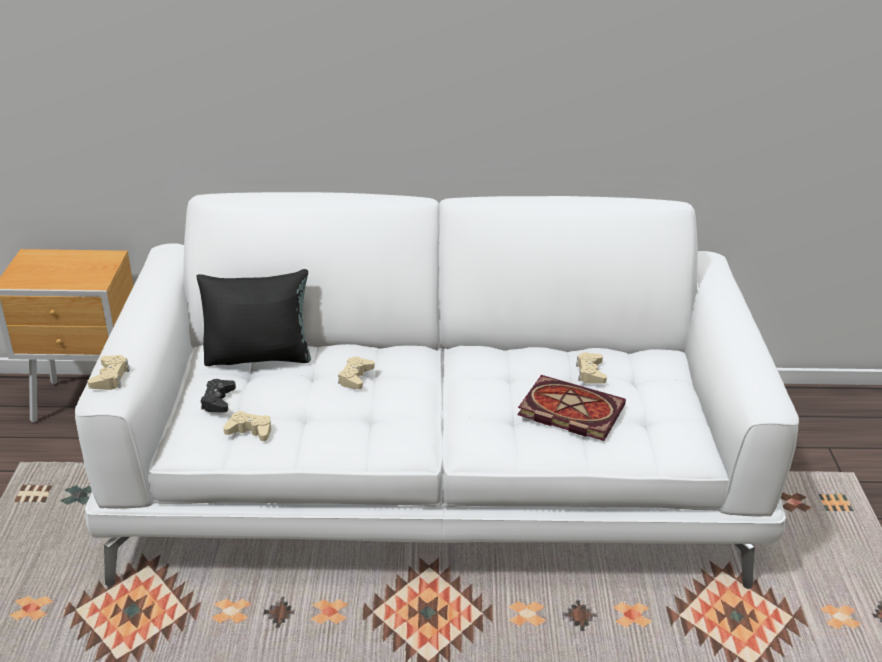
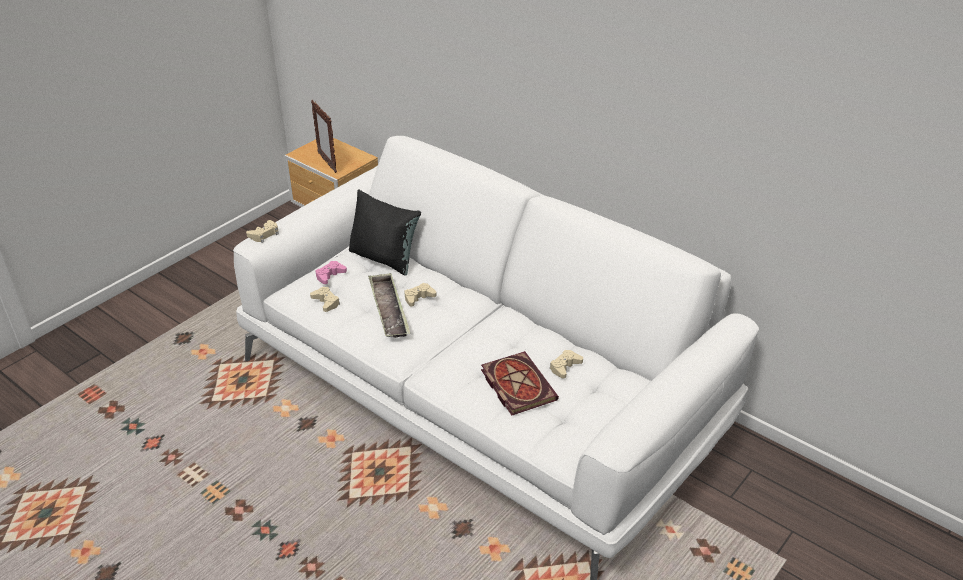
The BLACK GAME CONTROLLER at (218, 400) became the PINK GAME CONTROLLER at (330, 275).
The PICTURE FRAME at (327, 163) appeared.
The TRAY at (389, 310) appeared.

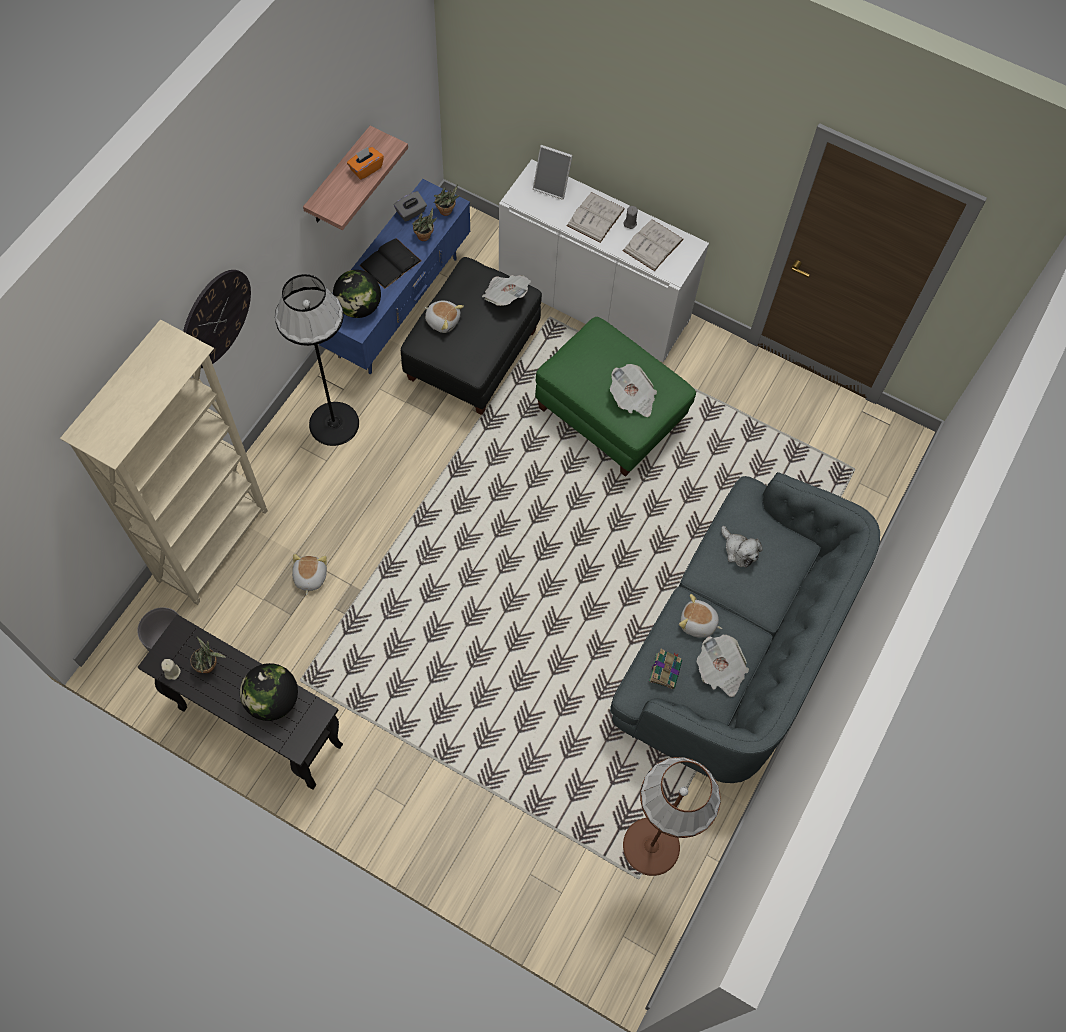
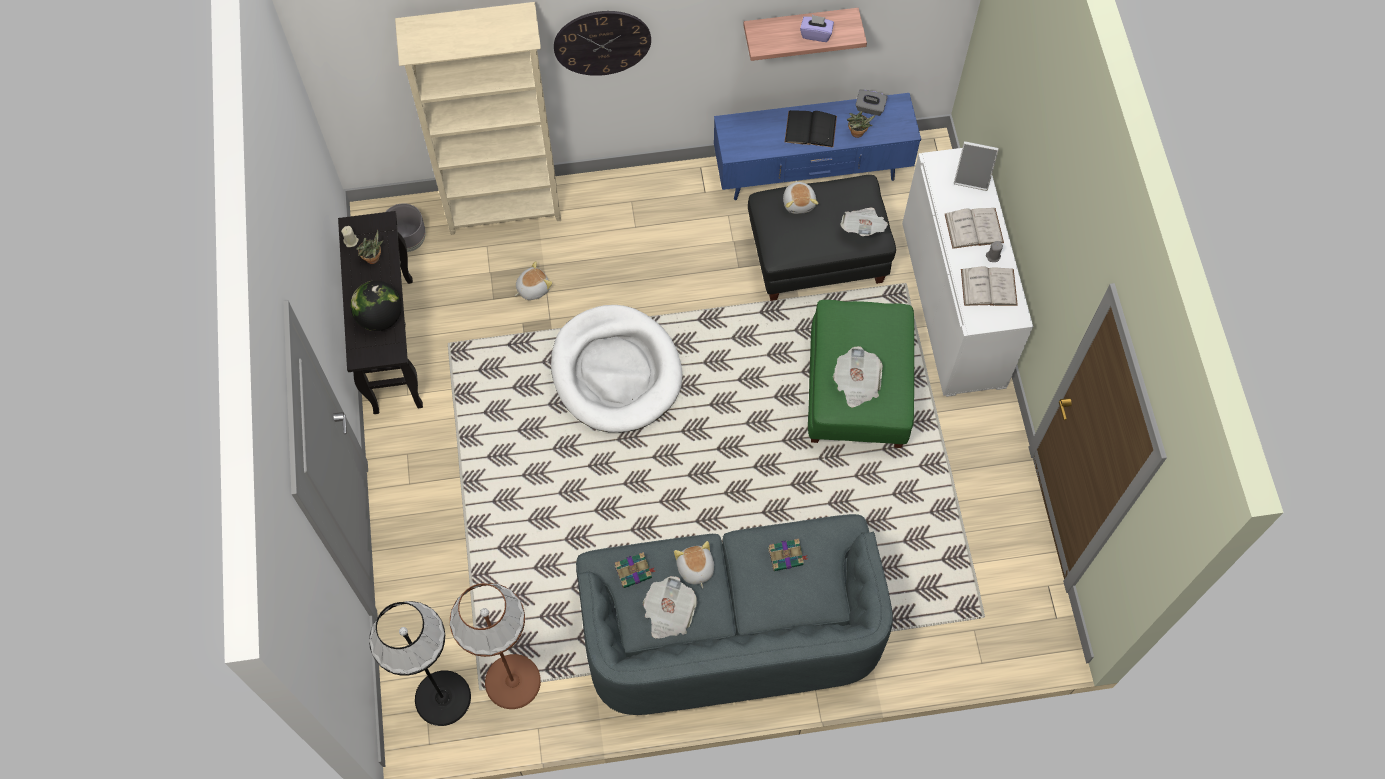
The BLACK FLOOR LAMP moved from (334, 424) to (442, 698).
The GLOBE at (359, 307) disappeared.
The ORANGE TISSUE BOX at (366, 169) became the PURPLE TISSUE BOX at (816, 34).
The POTTED PLANT at (447, 212) disappeared.
The PICTURE FRAME at (552, 186) turned 60 degrees counterclockwise.
The PLUSH TOY at (739, 550) was replaced by the BOOK at (786, 556).
The WHITE DOG BED at (616, 371) appeared.

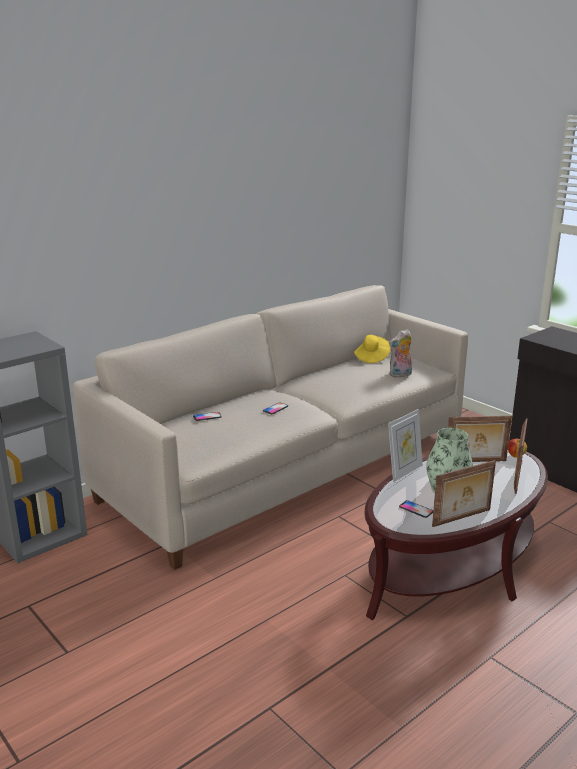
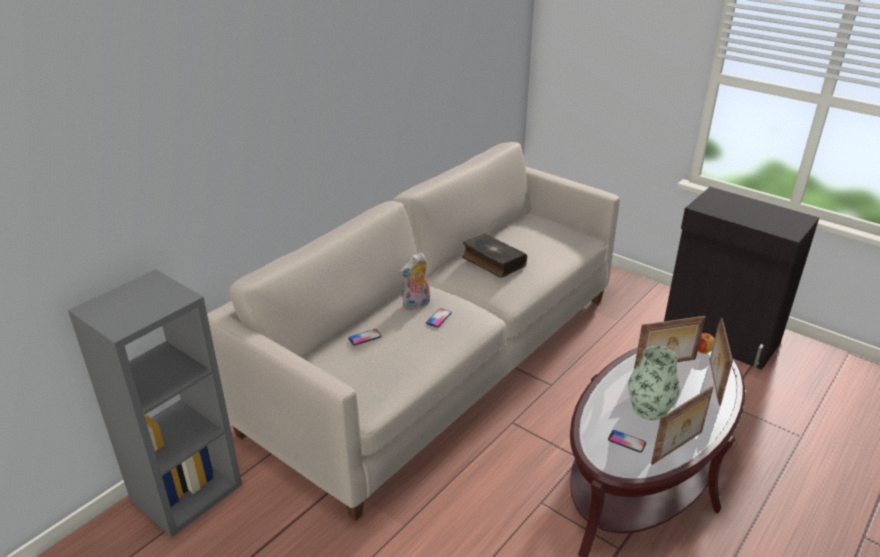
The YELLOW HAT at (370, 357) disappeared.
The PICTURE FRAME at (404, 471) disappeared.
The PLUSH TOY moved from (400, 375) to (416, 304).
The BOOK at (492, 262) appeared.

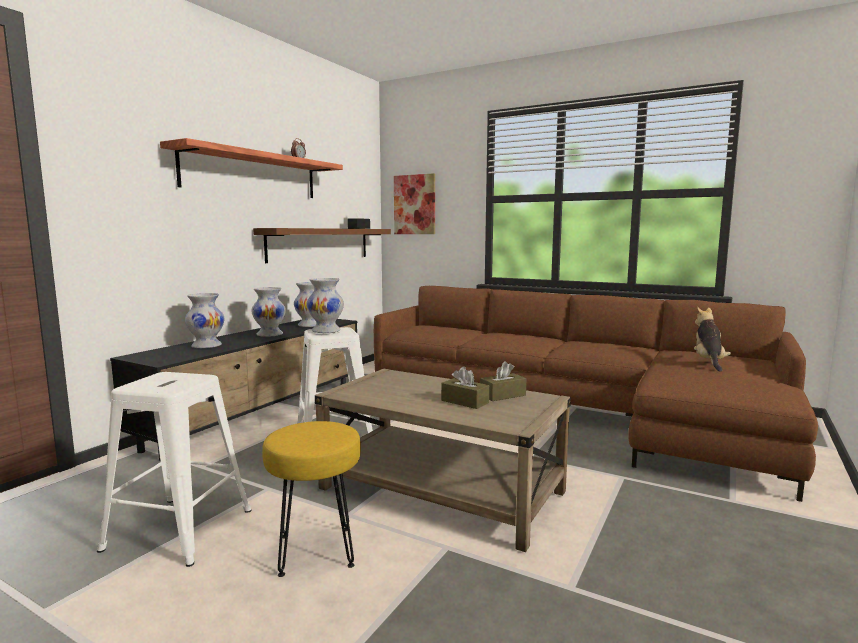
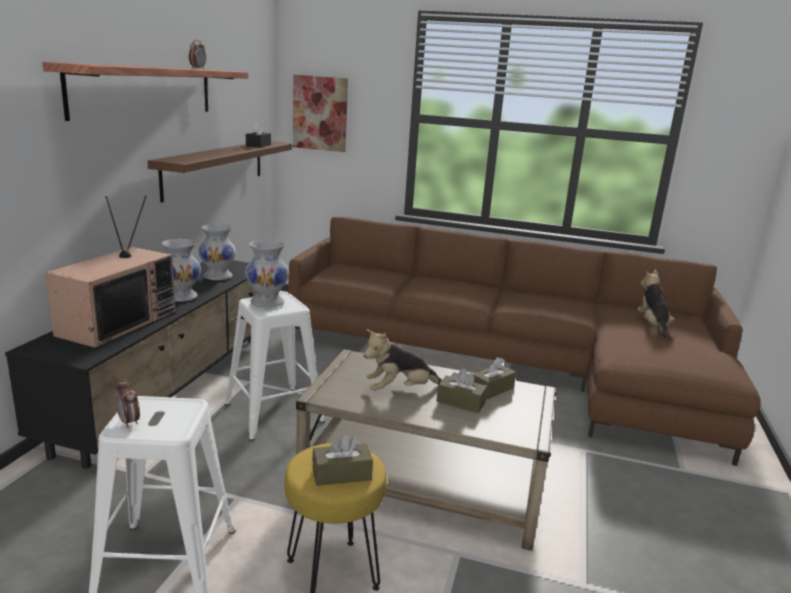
The WHITE VASE at (206, 346) was replaced by the TELEVISION at (117, 323).
The ALARM CLOCK at (129, 422) appeared.
The BROWN TISSUE BOX at (341, 474) appeared.
The PLUSH TOY at (399, 390) appeared.

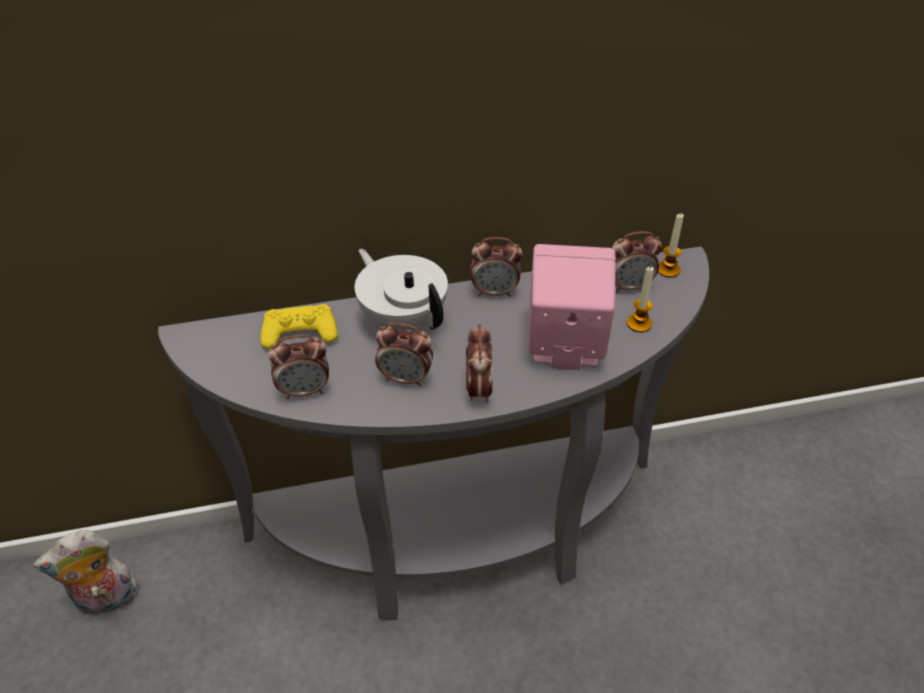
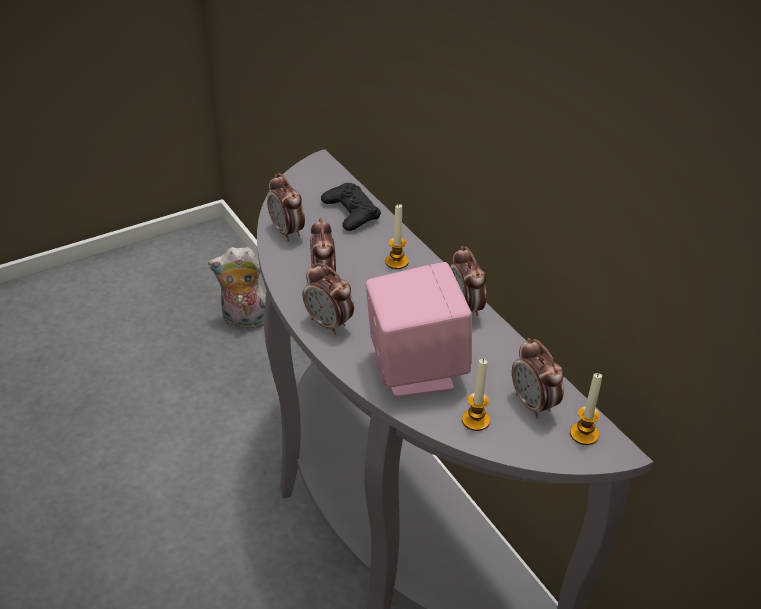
The PLUSH TOY at (106, 601) turned 45 degrees counterclockwise.
The YELLOW GAME CONTROLLER at (300, 332) became the BLACK GAME CONTROLLER at (350, 212).
The WHITE TEAPOT at (403, 318) was replaced by the CANDLE at (396, 262).
The ALARM CLOCK at (478, 389) turned 60 degrees clockwise.

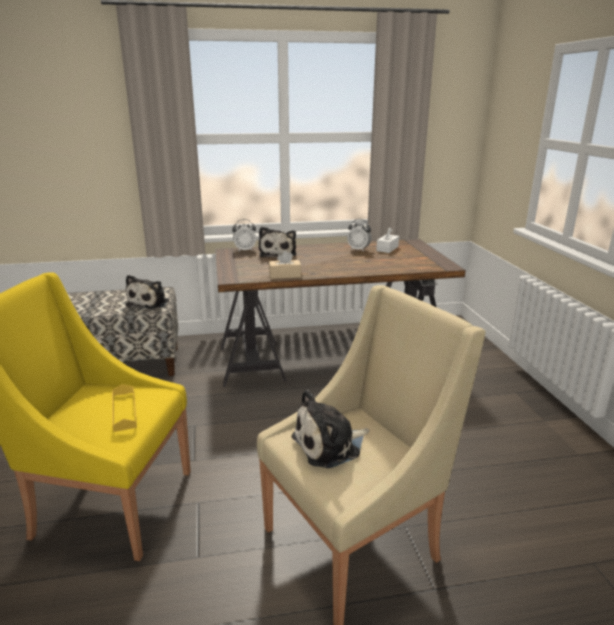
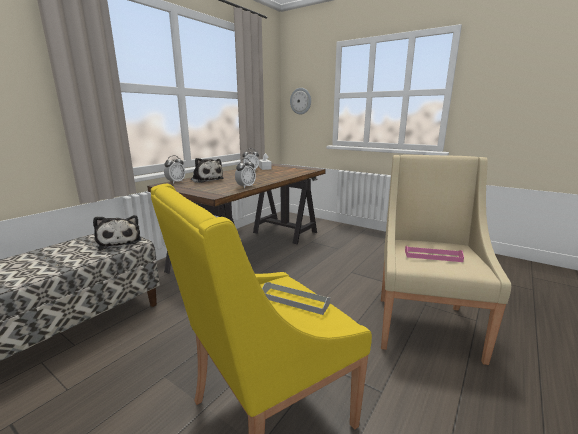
The YELLOW TRAY at (124, 410) became the GREY TRAY at (294, 300).
The BEIGE TISSUE BOX at (285, 275) was replaced by the ALARM CLOCK at (245, 187).
The PLUSH TOY at (330, 445) was replaced by the PINK TRAY at (432, 256).
The WALL CLOCK at (300, 101) appeared.

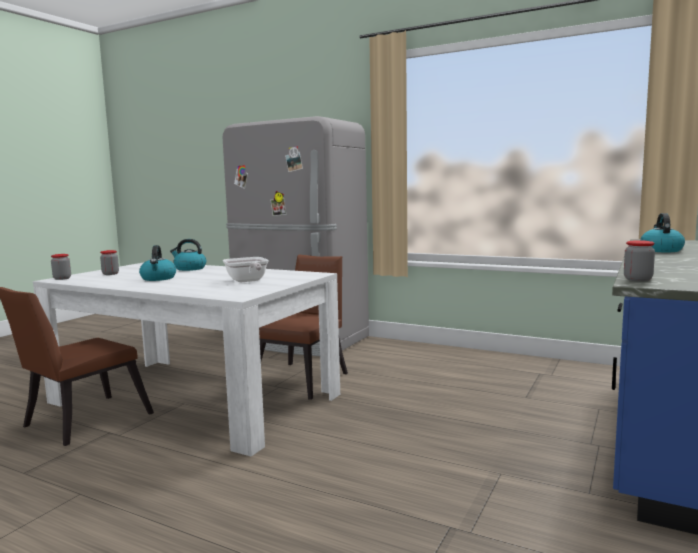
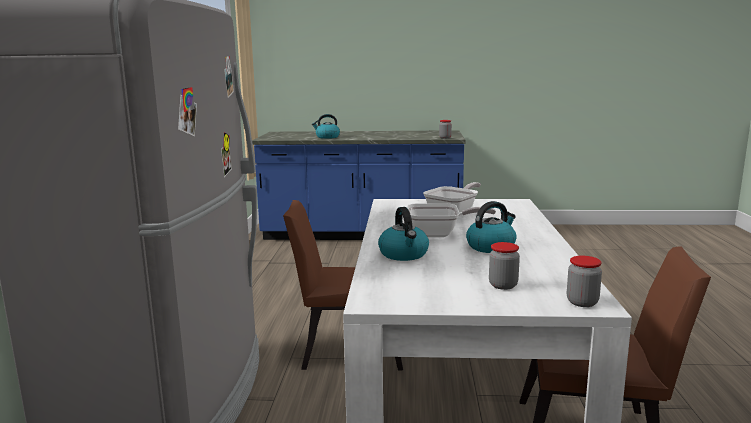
The FRYING PAN at (439, 234) appeared.

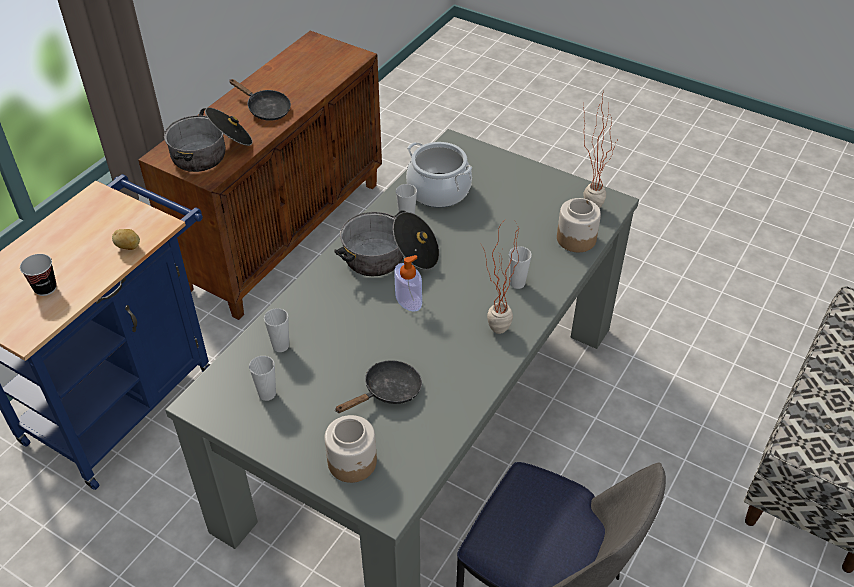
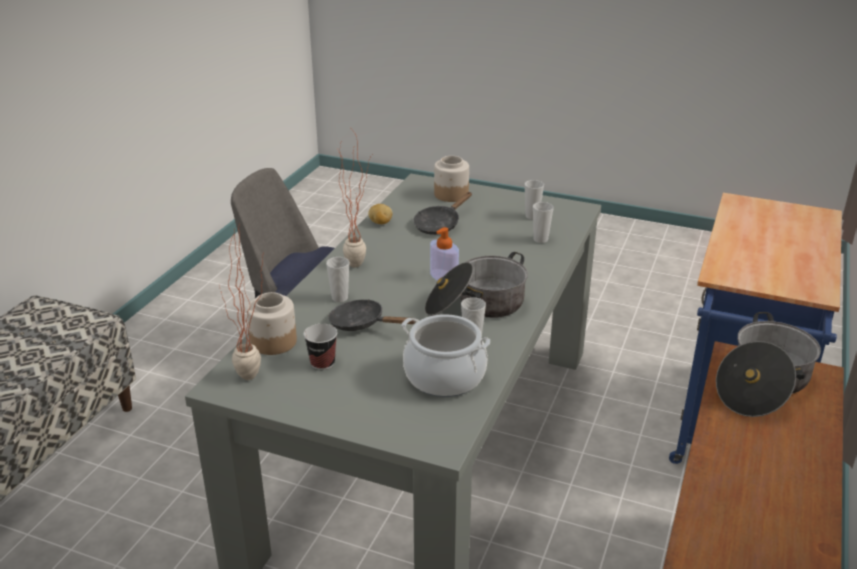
The CUP moved from (45, 288) to (322, 363).
The POTATO moved from (129, 247) to (380, 223).
The BLACK FRYING PAN moved from (265, 109) to (362, 324).

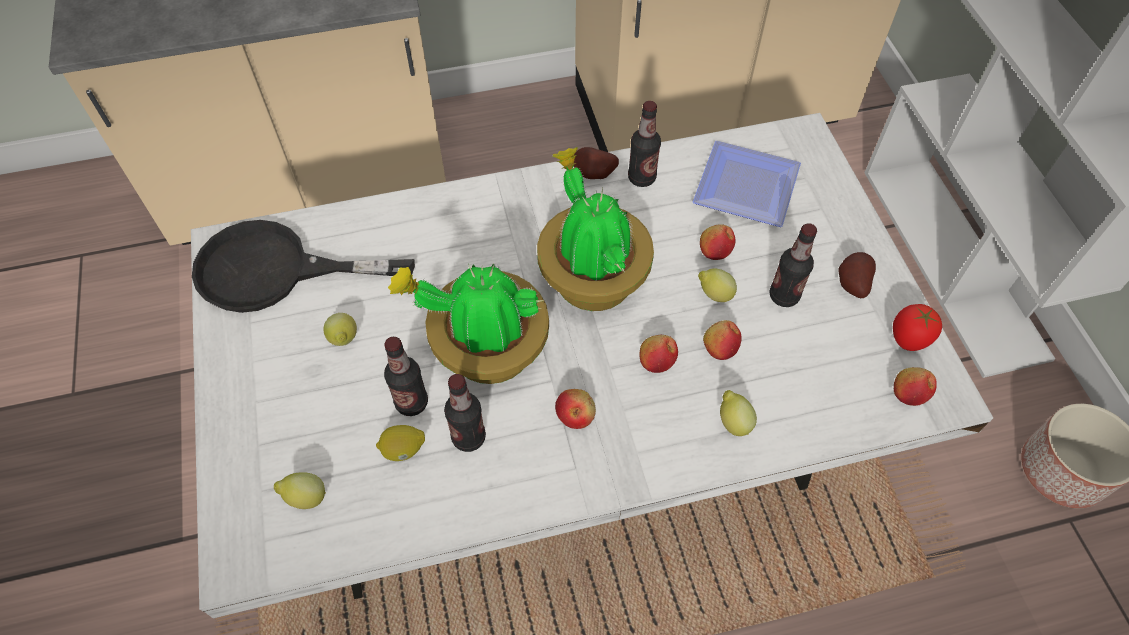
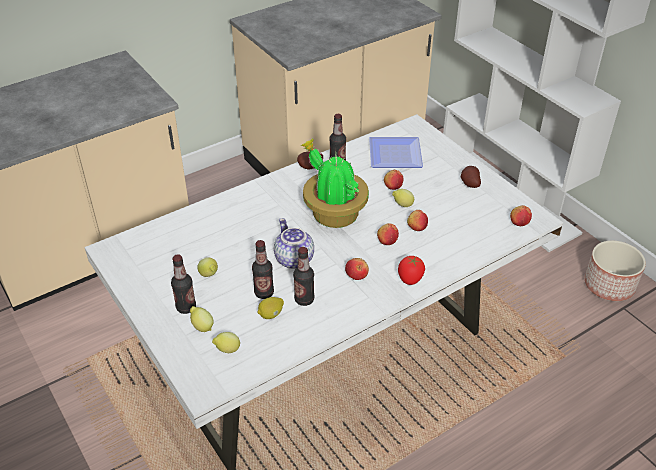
The BLACK FRYING PAN at (275, 271) disappeared.
The POTTED PLANT at (486, 351) was replaced by the TEAPOT at (293, 259).
The LEMON moved from (733, 422) to (202, 327).
The BOTTLE moved from (784, 296) to (186, 307).
The TOMATO moved from (908, 339) to (410, 279).

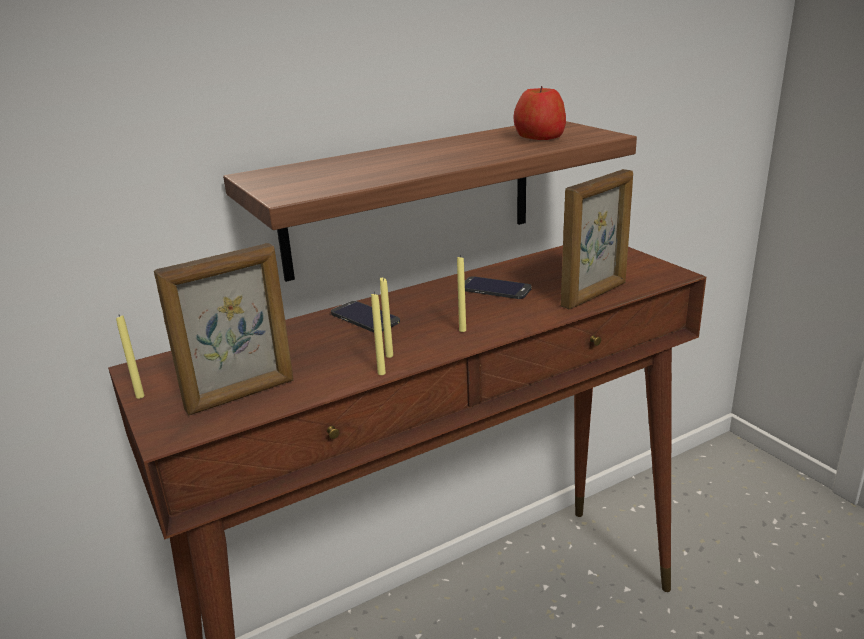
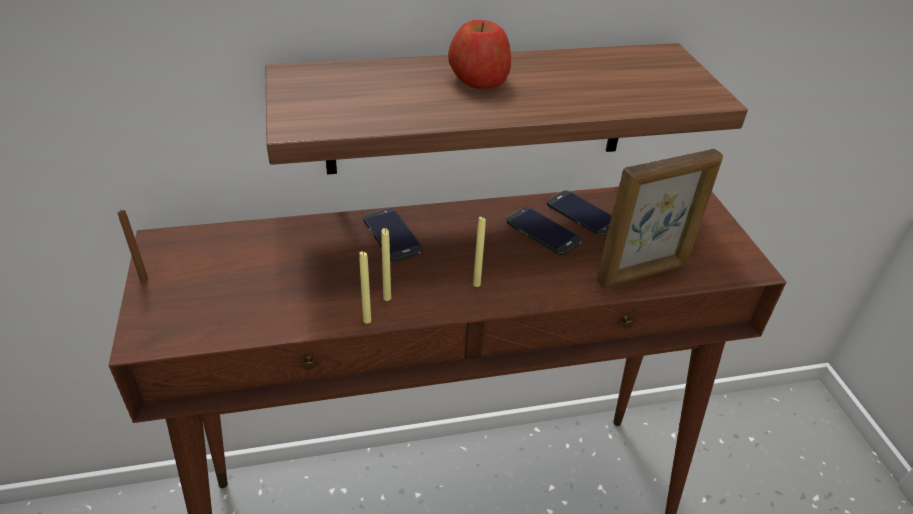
The YELLOW CANDLE at (140, 396) became the BROWN CANDLE at (144, 279).
The PICTURE FRAME at (241, 395) disappeared.
The APPLE moved from (539, 138) to (478, 80).
The PHONE at (582, 213) appeared.

